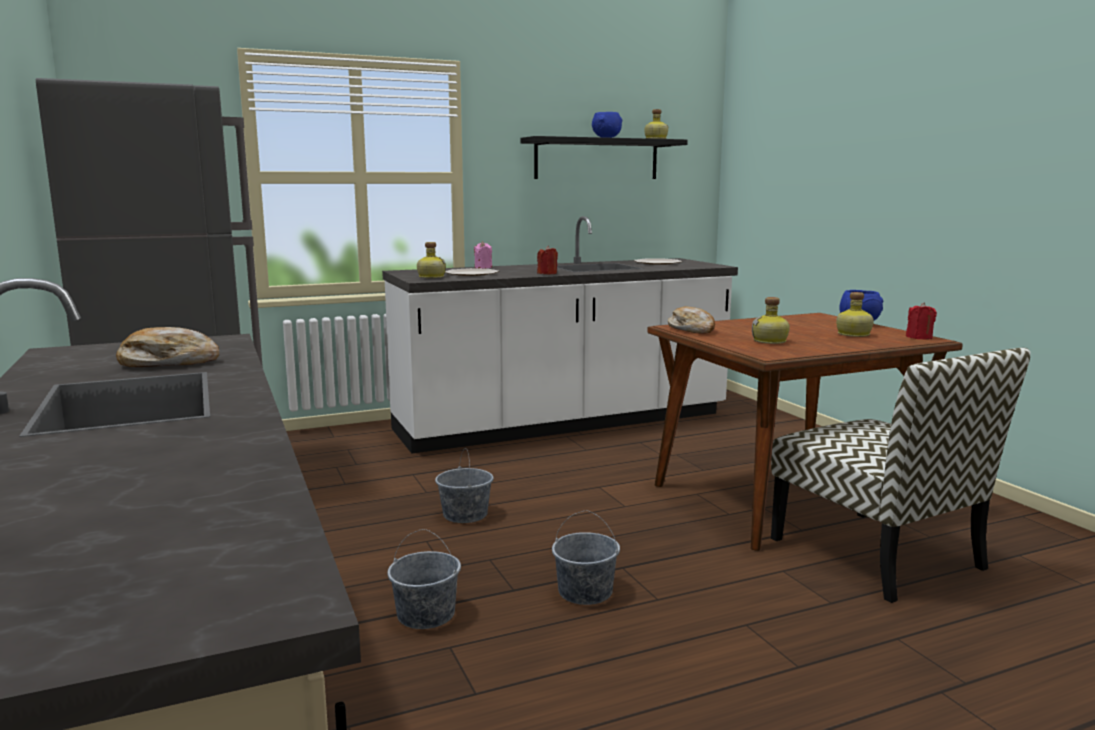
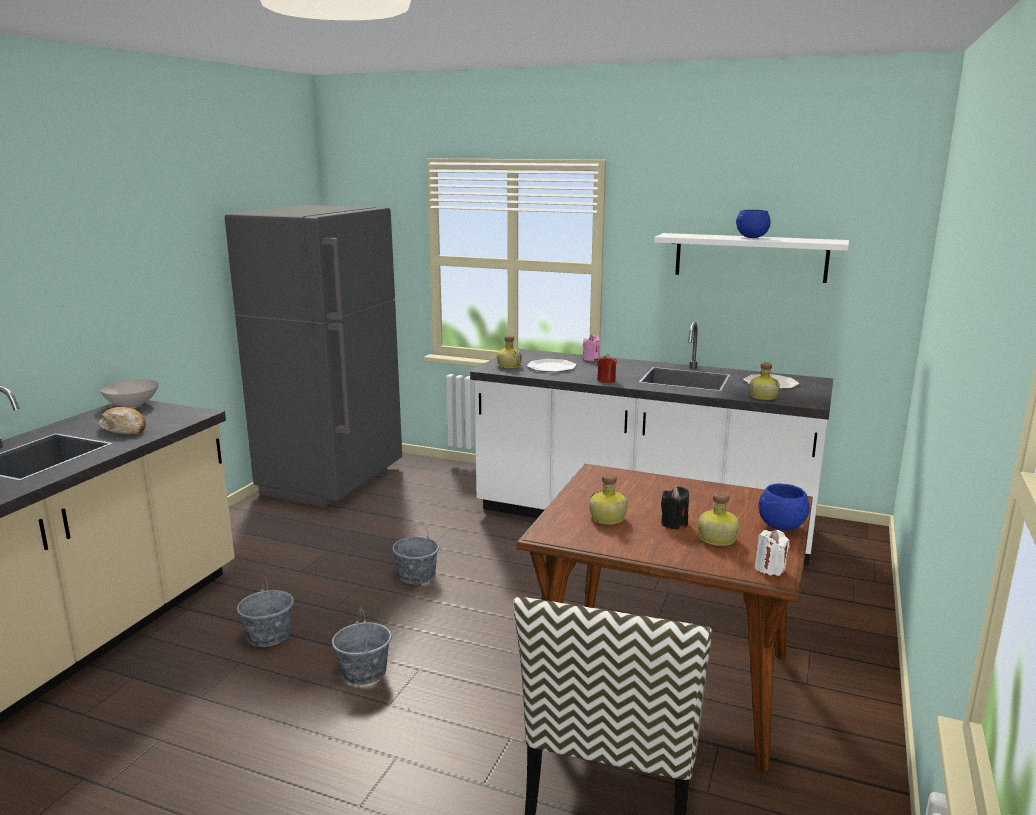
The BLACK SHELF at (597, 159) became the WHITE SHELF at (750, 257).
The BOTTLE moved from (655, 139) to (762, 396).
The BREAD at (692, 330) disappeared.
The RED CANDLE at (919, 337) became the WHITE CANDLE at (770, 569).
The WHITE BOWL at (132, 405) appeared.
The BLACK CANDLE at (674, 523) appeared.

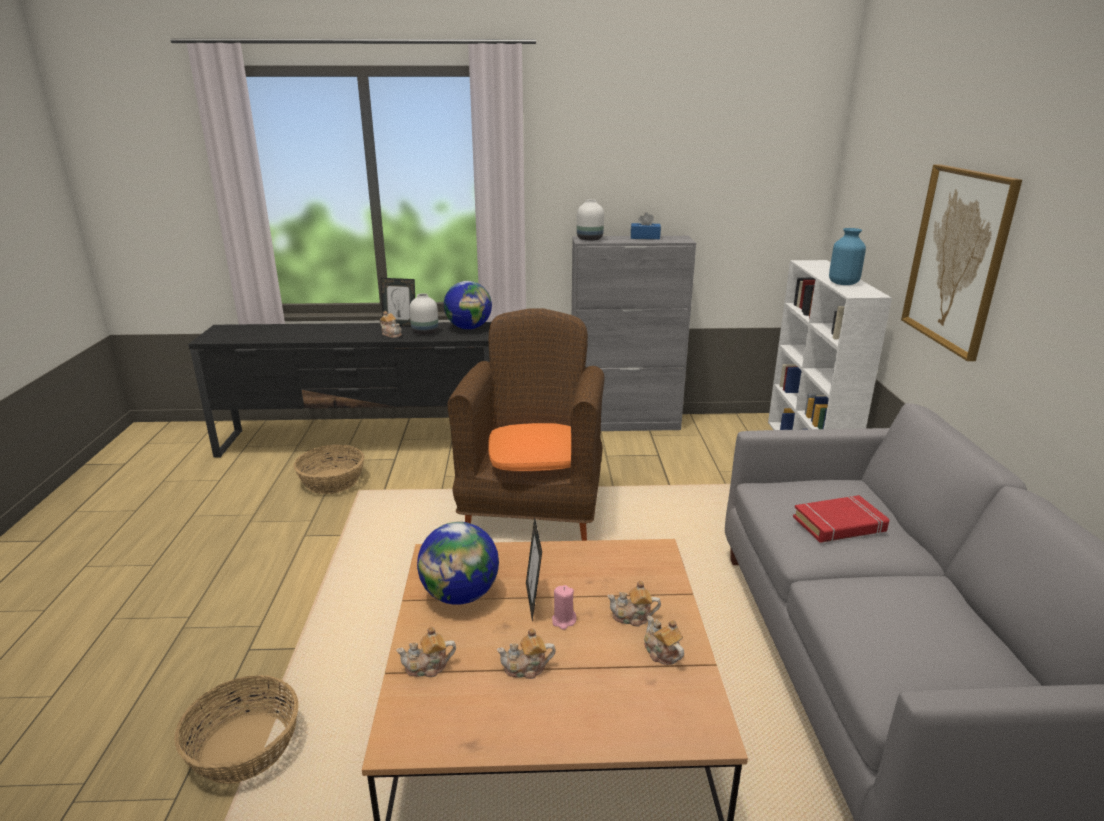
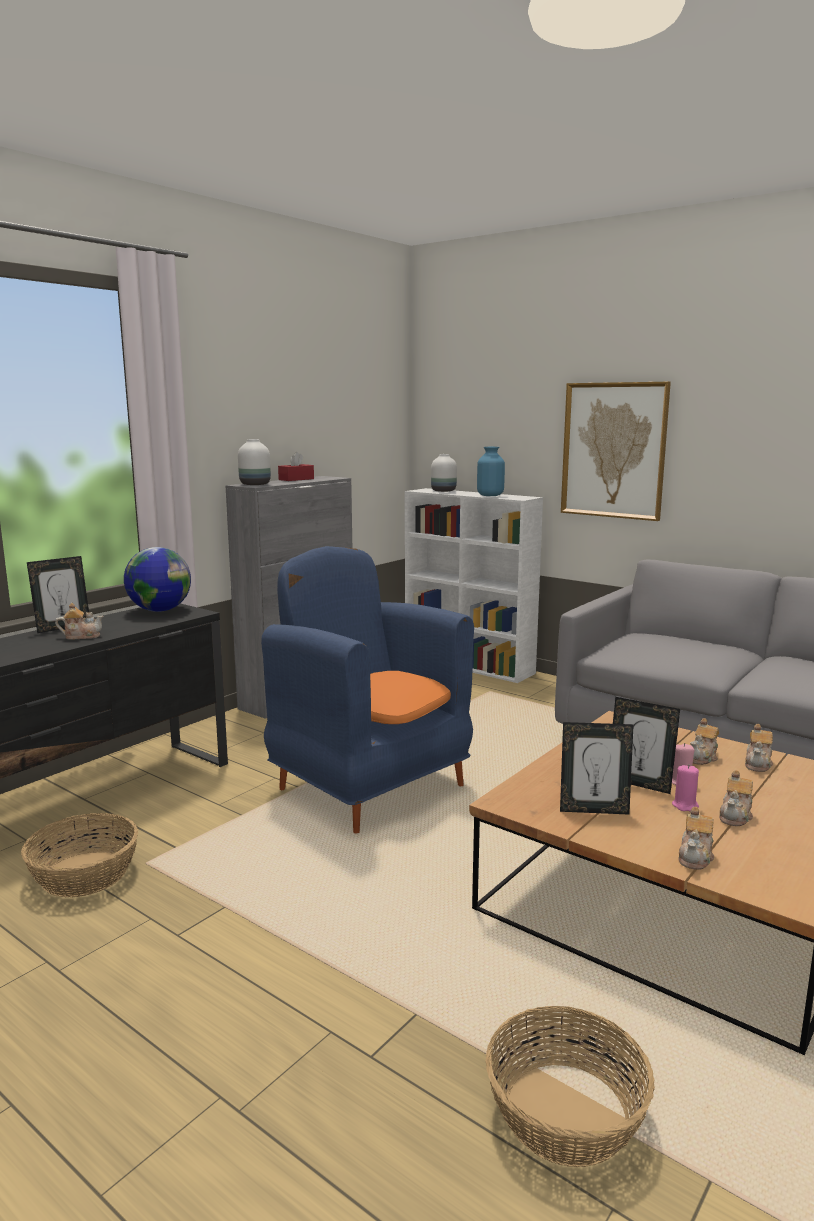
The WHITE VASE moved from (426, 332) to (444, 491).
The GLOBE at (460, 595) was replaced by the PICTURE FRAME at (593, 810).
The BROWN ARMCHAIR at (533, 511) became the BLUE ARMCHAIR at (369, 787).
The BLUE TISSUE BOX at (645, 237) became the RED TISSUE BOX at (296, 479).
The TEAPOT at (661, 652) turned 75 degrees counterclockwise.
The RED BOOK at (839, 525) disappeared.
The PINK CANDLE at (685, 805) appeared.

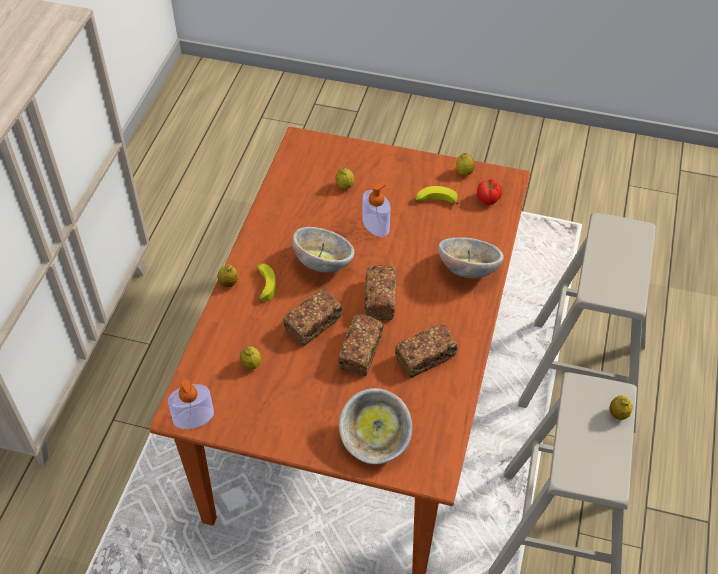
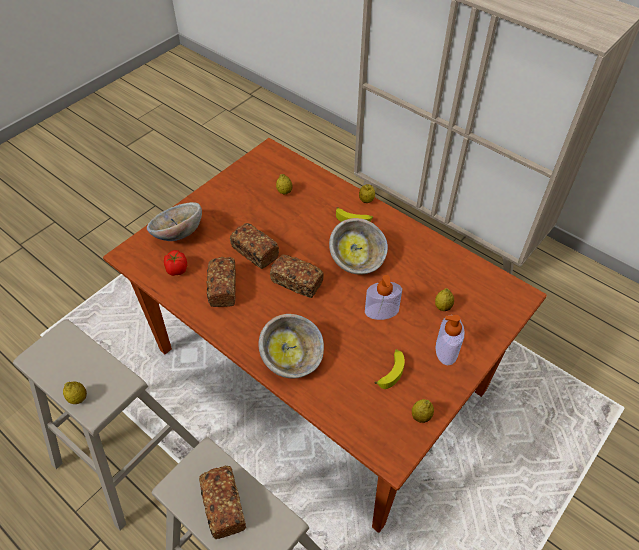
The SOAP DISPENSER moved from (193, 417) to (446, 350).
The BREAD moved from (313, 325) to (223, 506).
The TOMATO moved from (488, 199) to (177, 270).

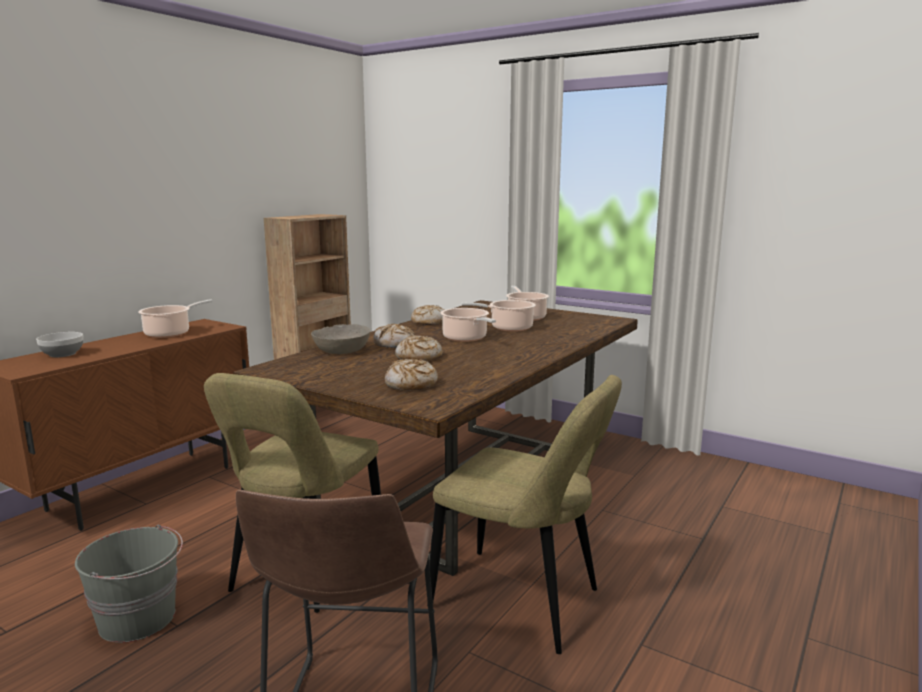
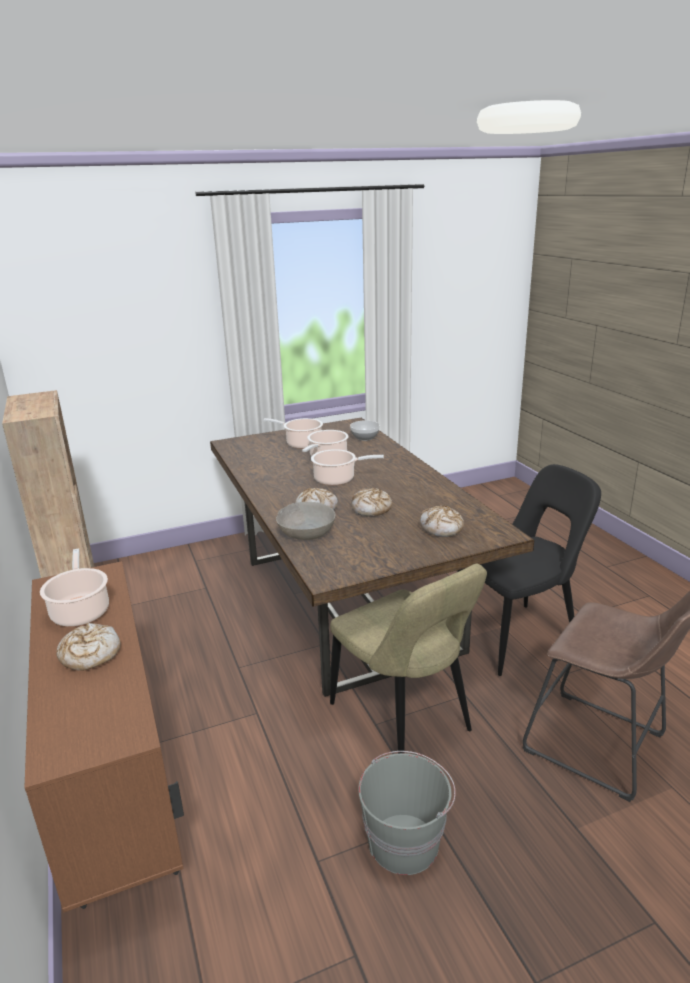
The BOWL moved from (62, 354) to (364, 438).
The BREAD moved from (429, 322) to (89, 654).
The BEIGE CHAIR at (522, 601) became the BLACK CHAIR at (518, 637).

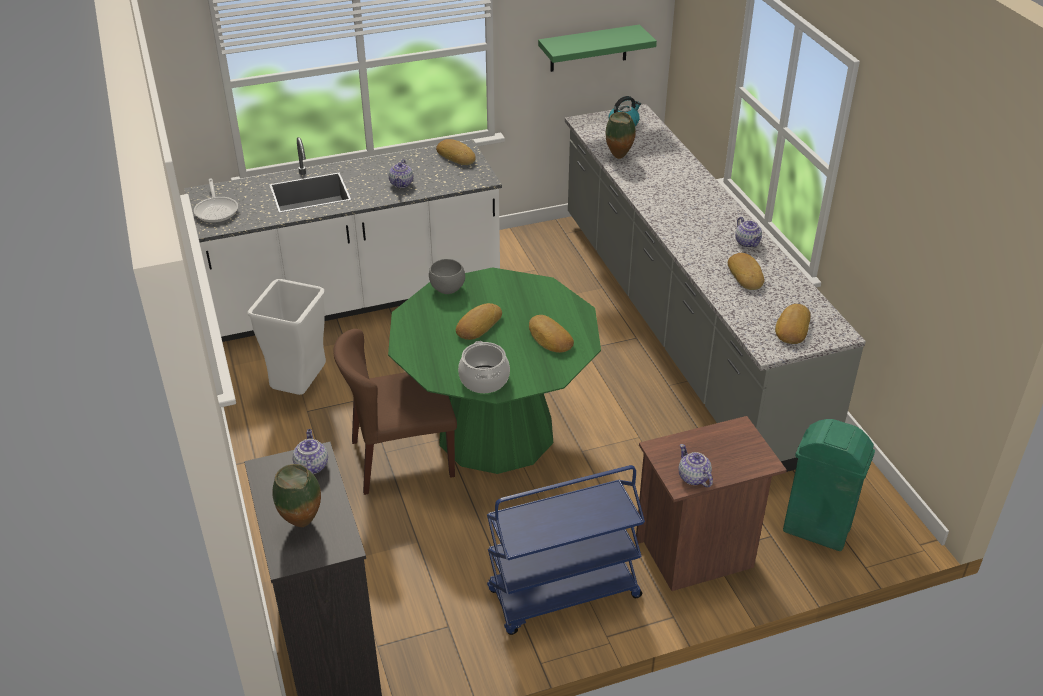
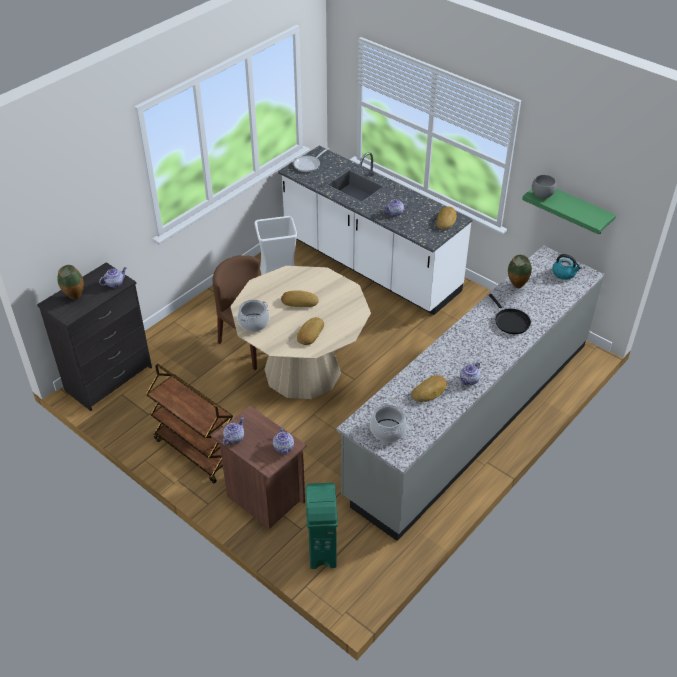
The GREEN DINING TABLE at (496, 431) became the BEIGE DINING TABLE at (302, 371).
The GREY BOWL moved from (447, 289) to (541, 195).
The BLUE CART at (563, 595) became the BROWN CART at (196, 450).
The BREAD at (791, 328) was replaced by the COOKING POT at (387, 430).
The TEAPOT at (284, 447) appeared.
The BLACK FRYING PAN at (510, 321) appeared.

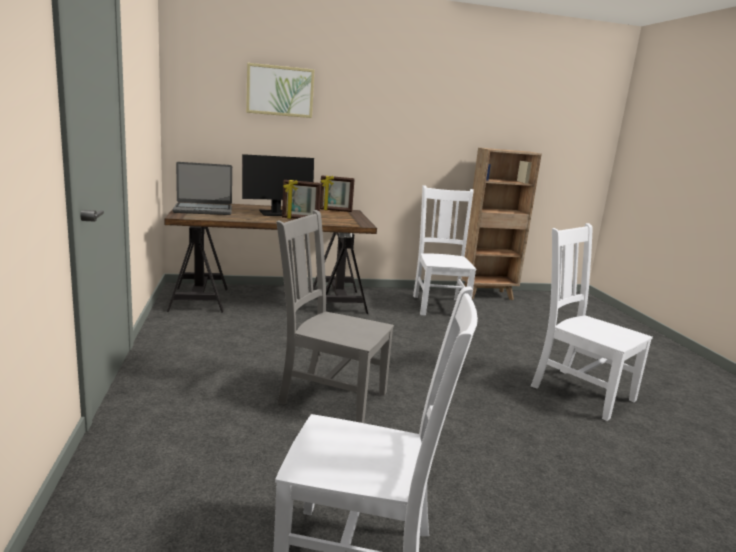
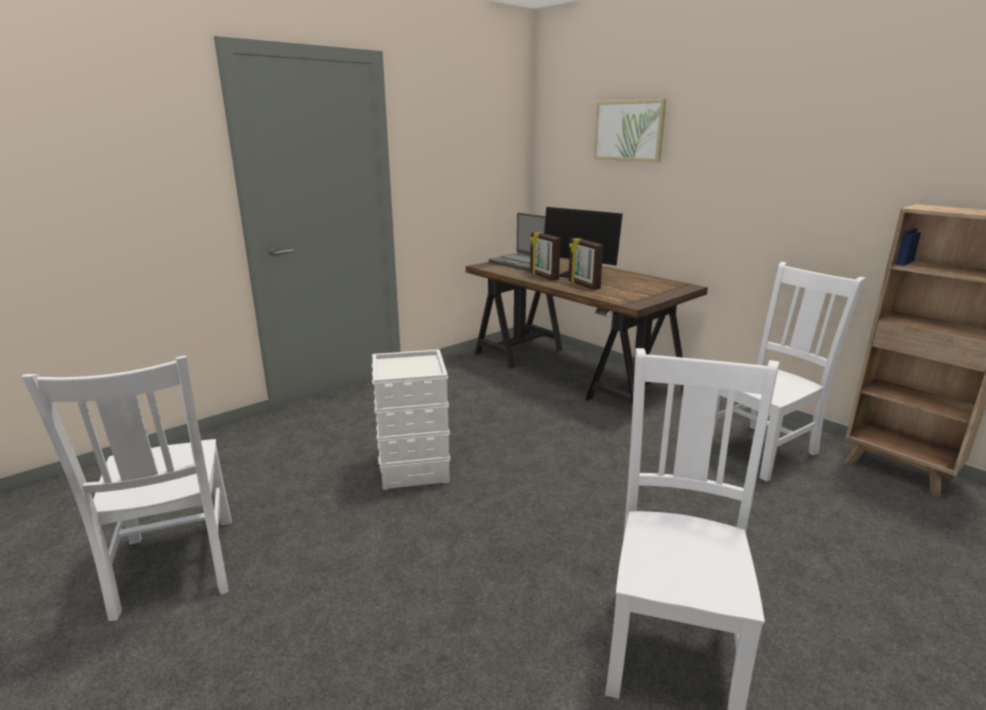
The GREY CHAIR at (330, 396) was replaced by the WHITE STORAGE BOX at (415, 468).
The PICTURE FRAME moved from (335, 210) to (543, 276).

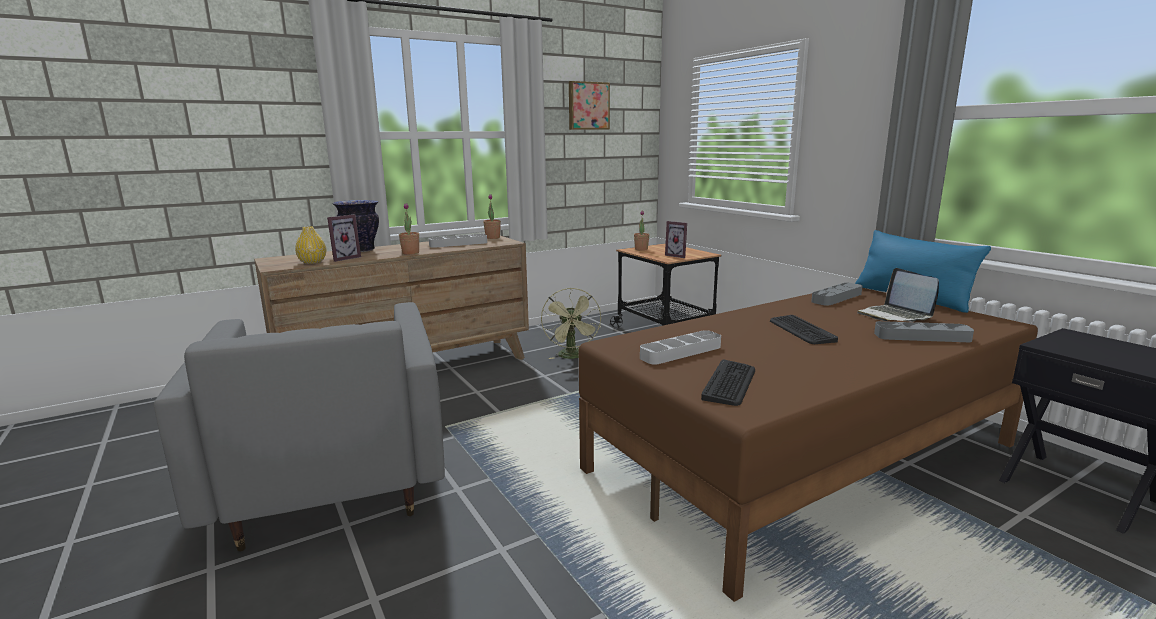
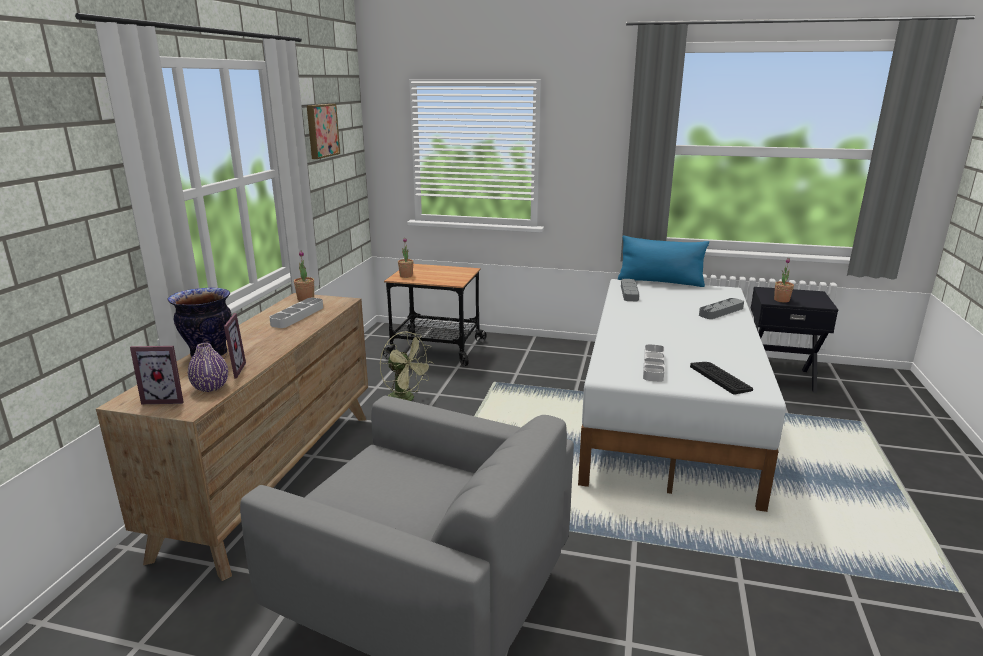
The YELLOW VASE at (312, 262) became the PURPLE VASE at (210, 387).
The POTTED PLANT moved from (410, 253) to (781, 300).
The BROWN BED at (805, 457) became the WHITE BED at (669, 413).
The PICTURE FRAME moved from (678, 255) to (167, 398).
The KEYBOARD at (801, 330) disappeared.
The LAPTOP at (894, 316) disappeared.

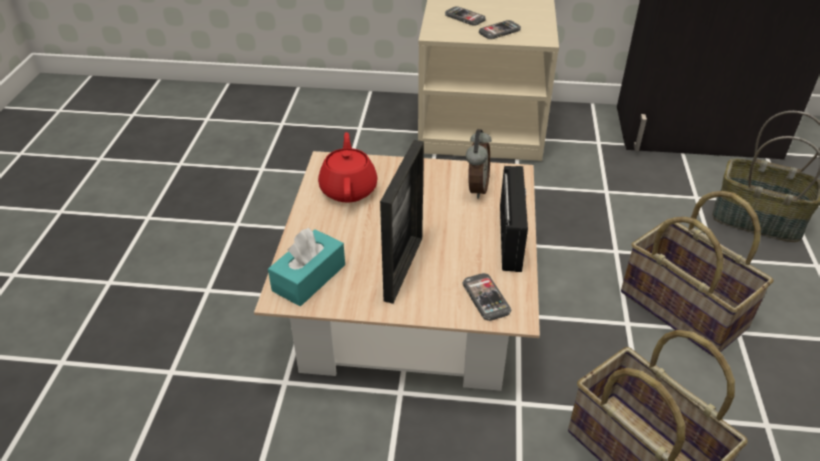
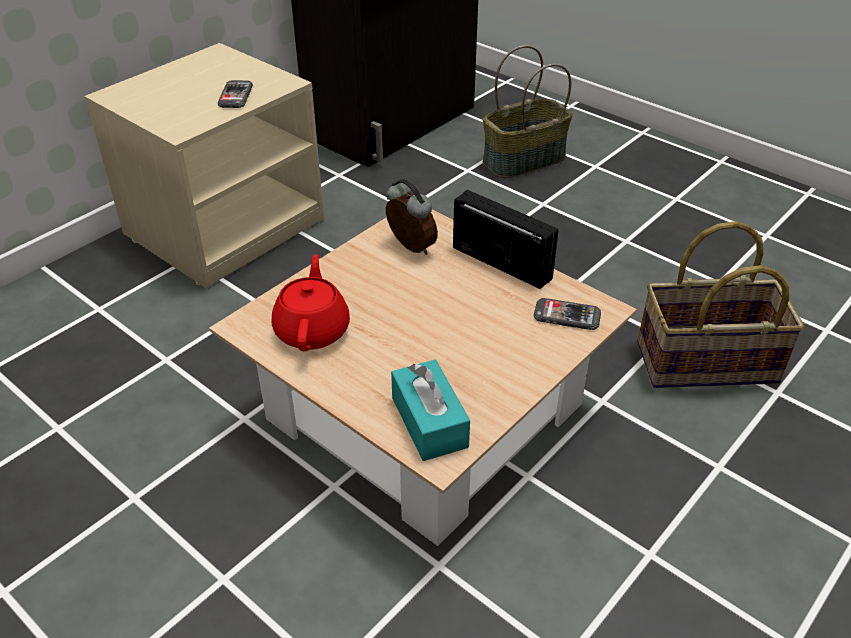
The RED TEAPOT at (349, 189) turned 60 degrees clockwise.
The PICTURE FRAME at (403, 268) disappeared.
The PHONE at (465, 17) disappeared.
The BASKET at (684, 309) disappeared.

